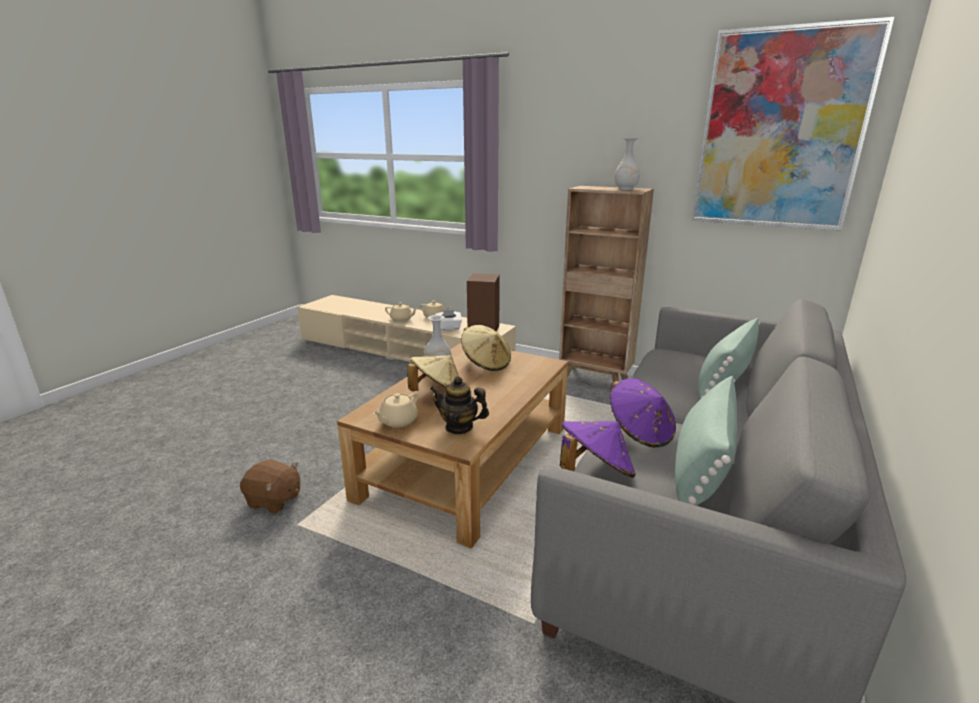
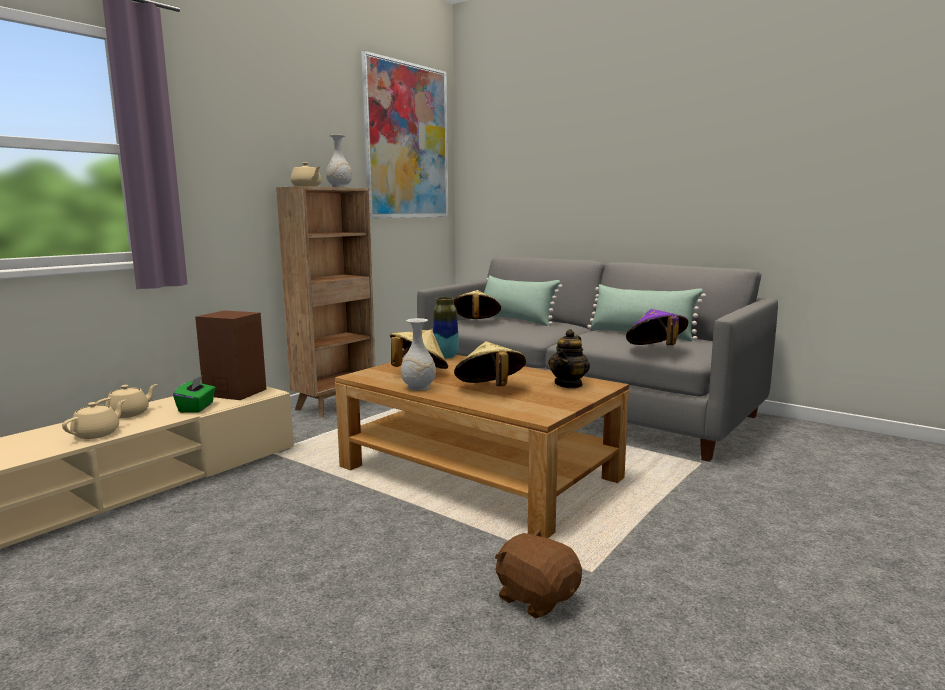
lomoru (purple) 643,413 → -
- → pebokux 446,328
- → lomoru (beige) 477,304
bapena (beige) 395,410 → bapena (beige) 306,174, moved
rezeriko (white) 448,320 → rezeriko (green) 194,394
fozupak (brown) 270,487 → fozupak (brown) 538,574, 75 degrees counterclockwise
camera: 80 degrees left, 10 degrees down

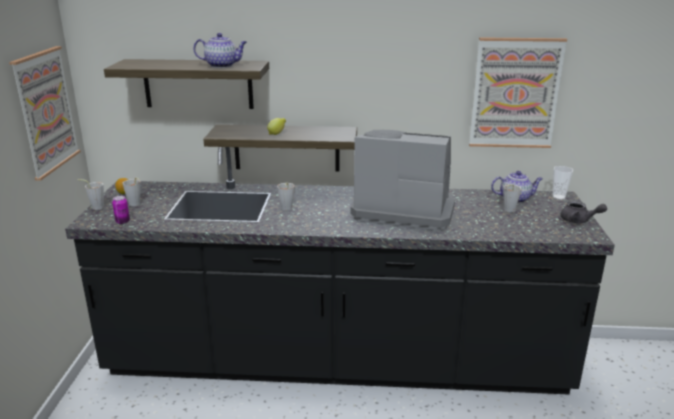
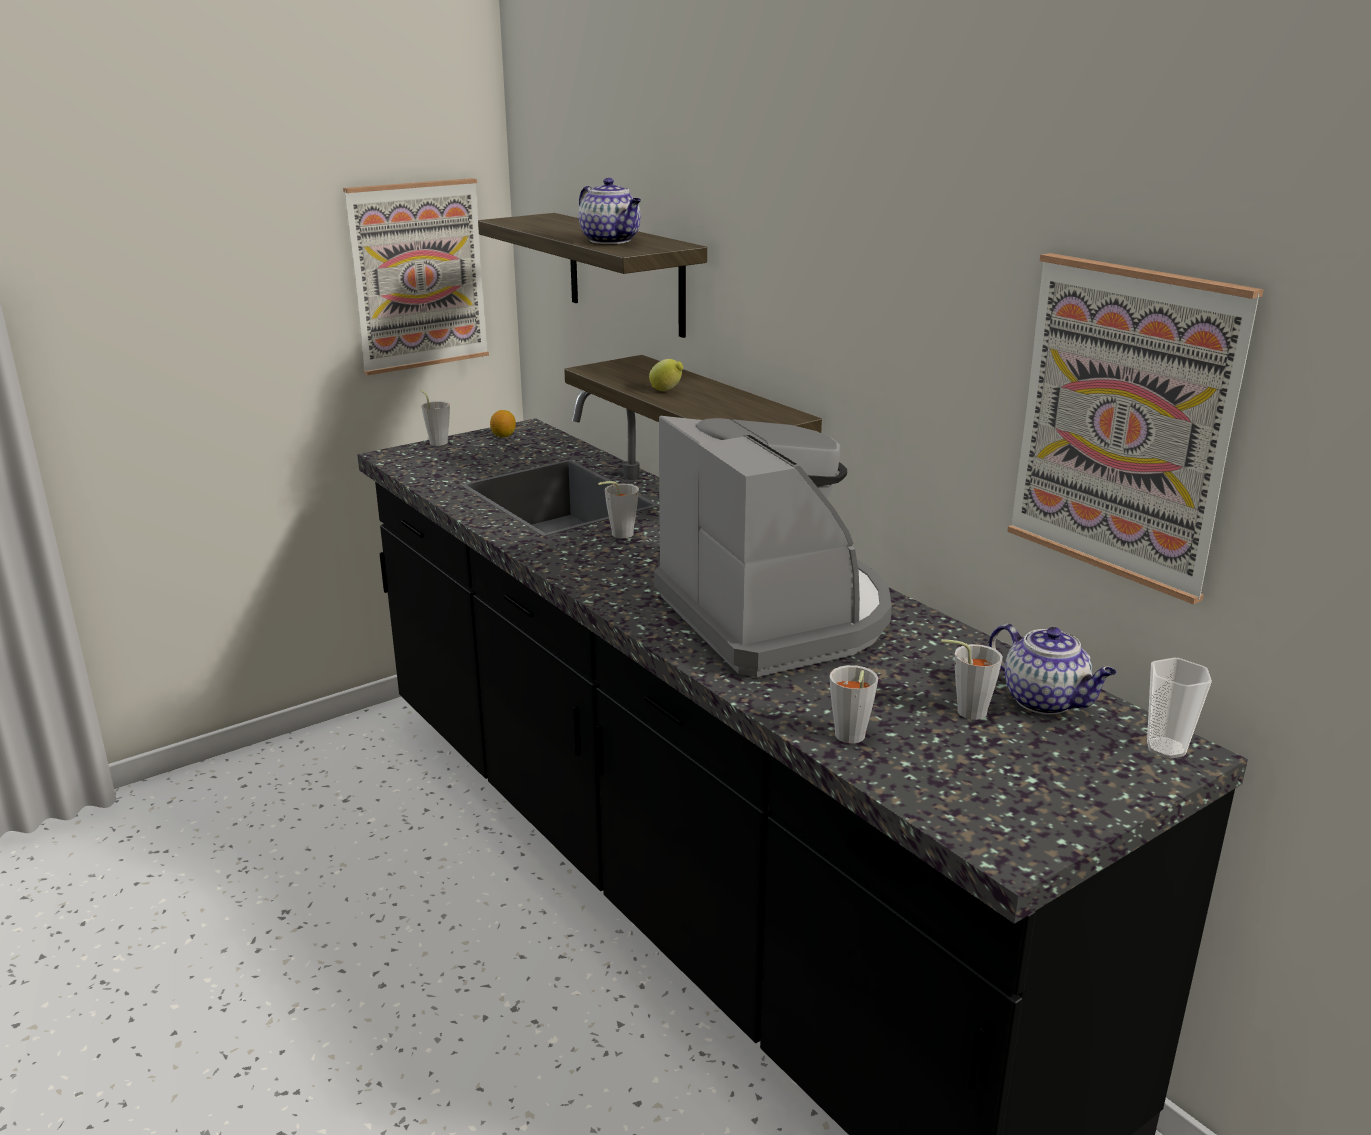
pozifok 121,210 → -
bapena (grey) 583,212 → -
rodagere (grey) 131,192 → rodagere (grey) 853,704, moved
camera: 50 degrees right, 0 degrees up

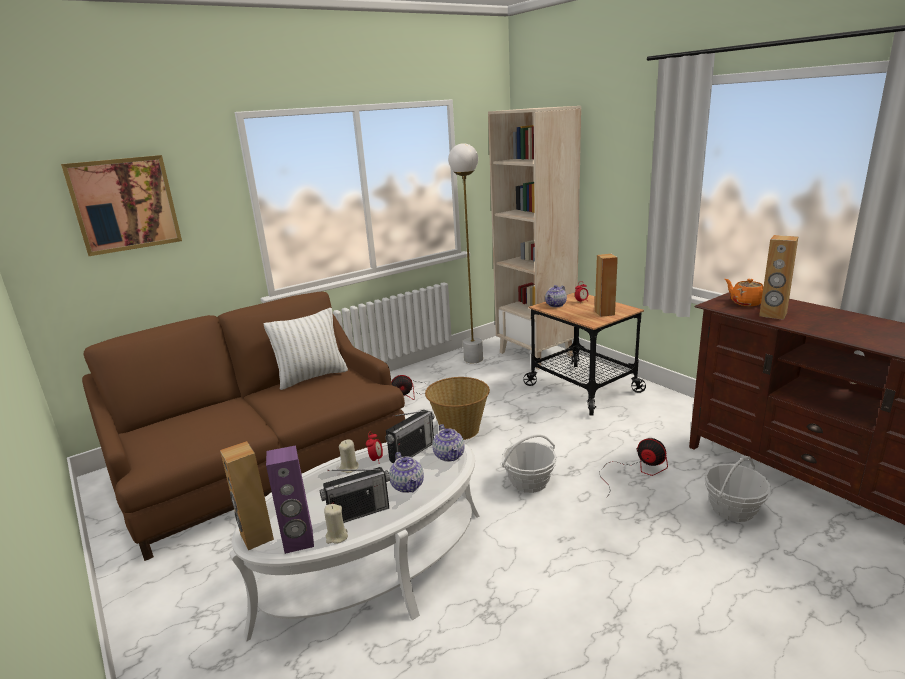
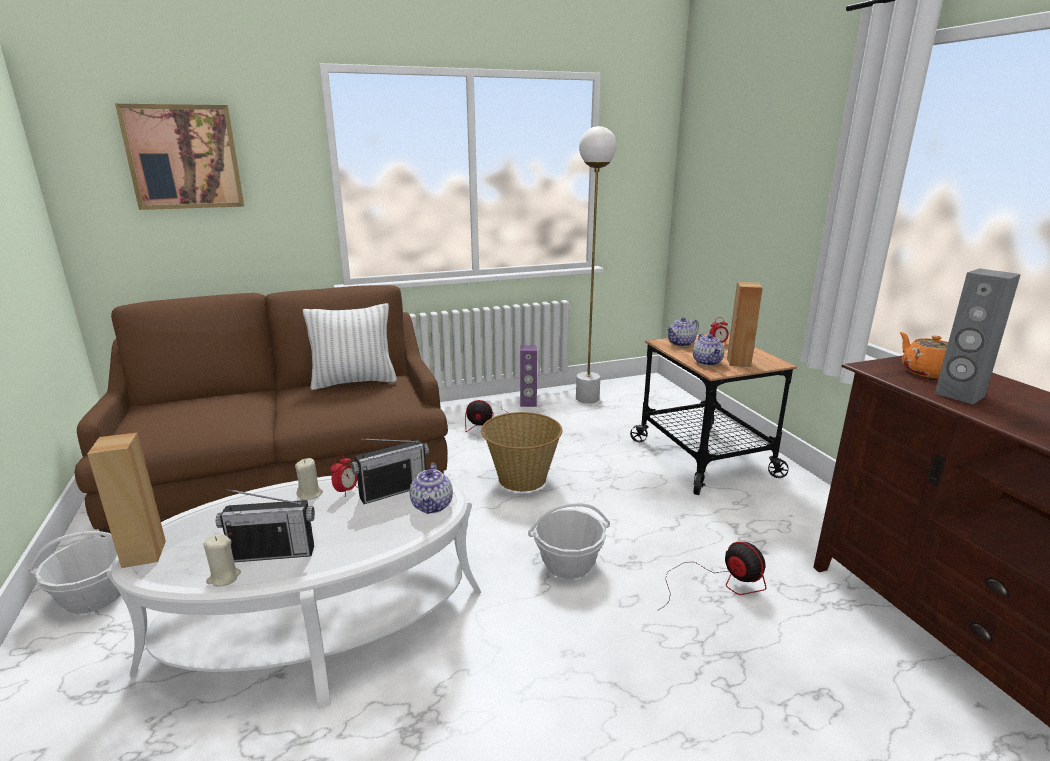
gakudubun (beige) 534,238 → -
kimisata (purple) 290,499 → kimisata (purple) 528,376, moved
bapena 406,472 → bapena 708,350, moved
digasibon 737,489 → digasibon 74,572, moved
kimisata (brown) 778,277 → kimisata (grey) 978,336
camera: 15 degrees right, 0 degrees up

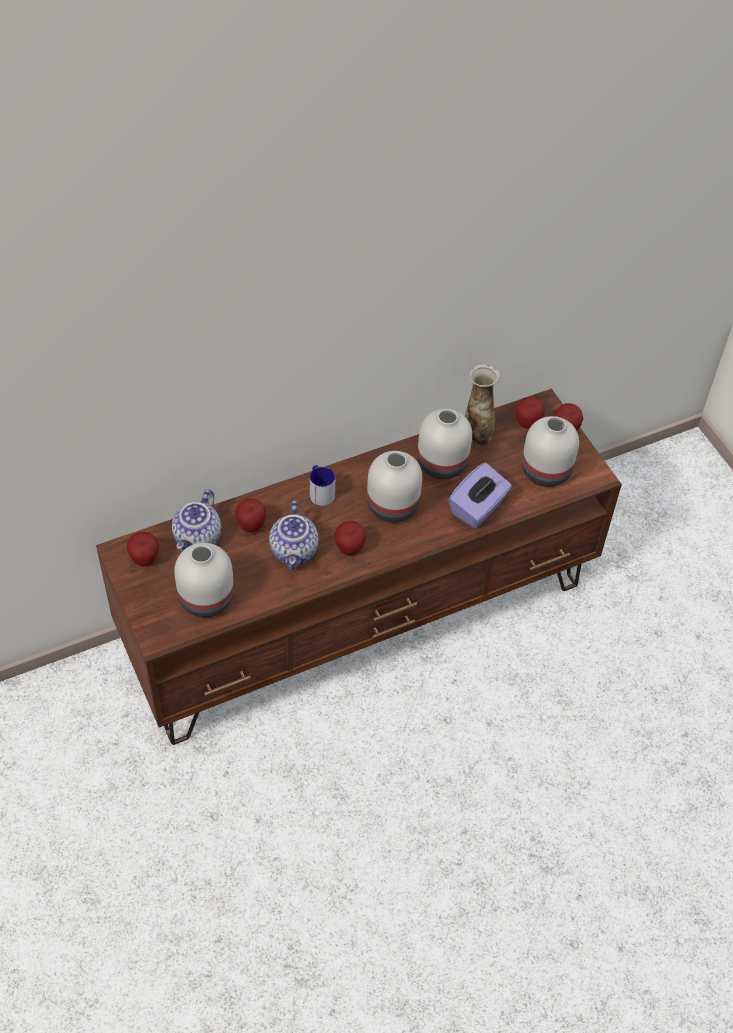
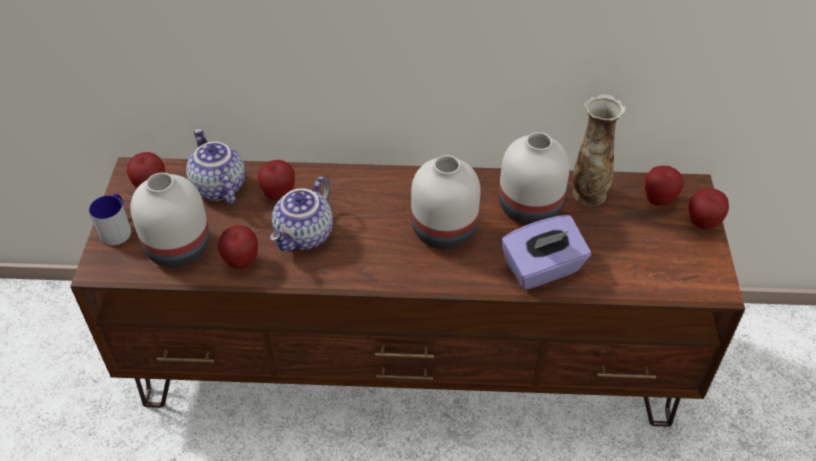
pebokux (white) 550,451 → -
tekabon 322,485 → tekabon 110,220, moved
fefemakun 350,538 → fefemakun 237,247, moved
bapena 196,520 → bapena 215,166, 105 degrees clockwise
camera: 30 degrees right, 5 degrees down

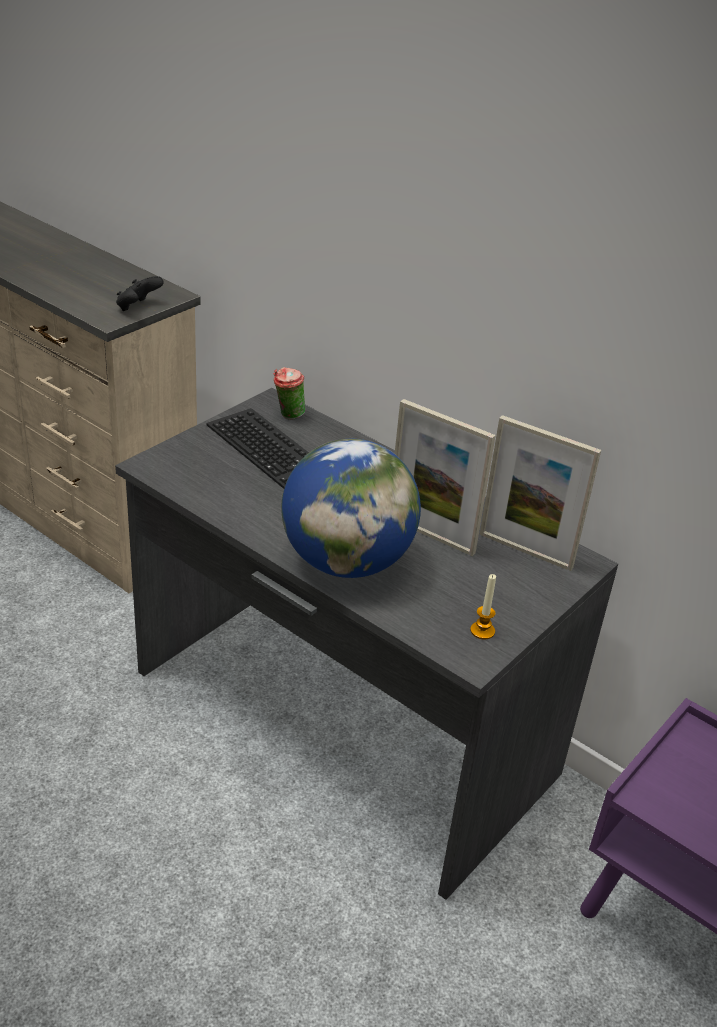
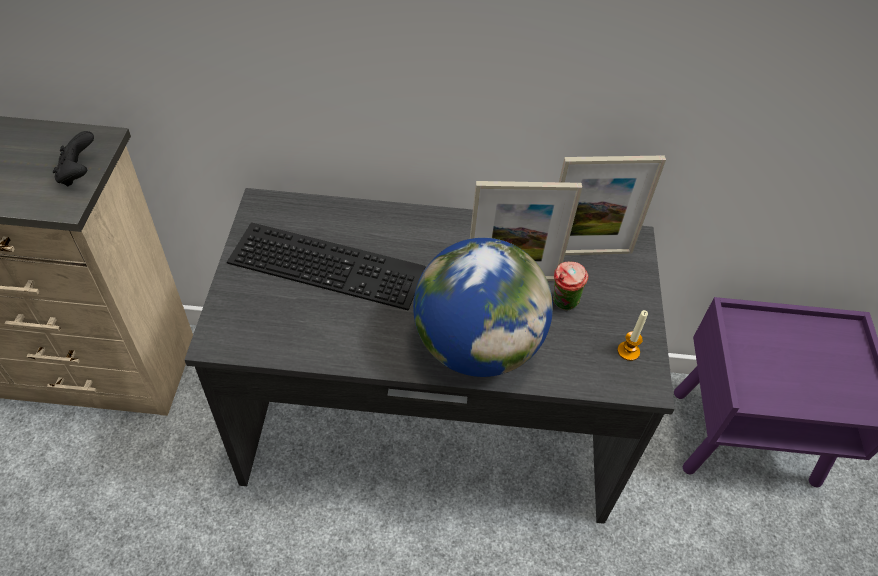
rodagere 289,393 → rodagere 570,286, moved
camera: 35 degrees left, 15 degrees up

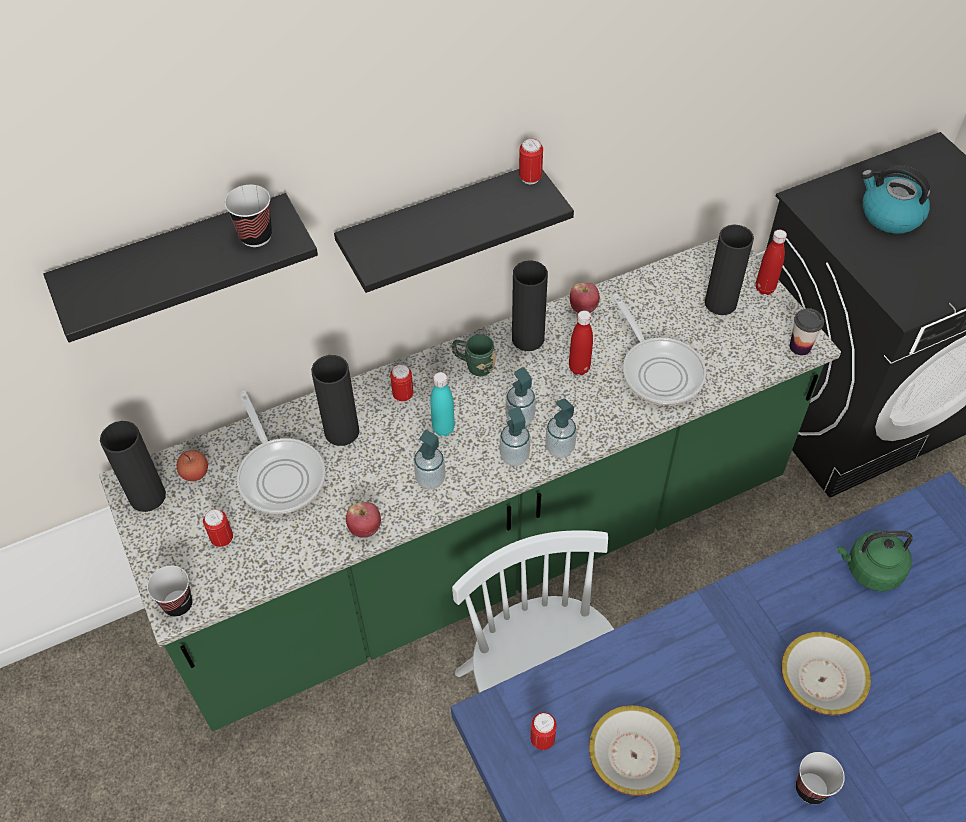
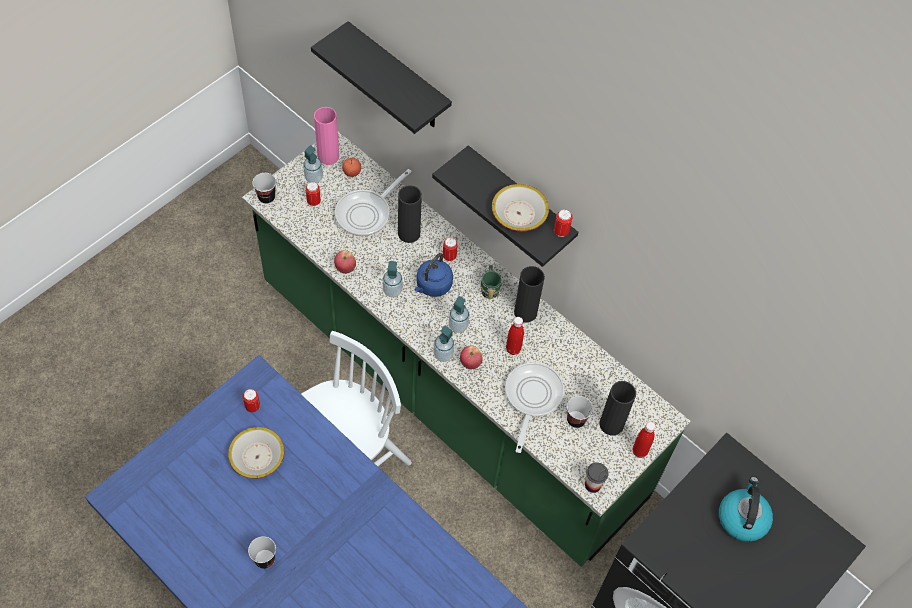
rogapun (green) 875,561 → -
rodagere 248,216 → rodagere 580,412, moved
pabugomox 515,436 → pabugomox 313,164, moved
fefemakun 585,298 → fefemakun 471,357, moved
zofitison 826,673 → zofitison 520,207, moved
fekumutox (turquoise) 442,404 → rogapun (blue) 433,275
pebokux (black) 133,466 → pebokux (pink) 326,136
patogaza 659,349 → patogaza 535,407, 150 degrees clockwise
camera: 65 degrees right, 5 degrees up

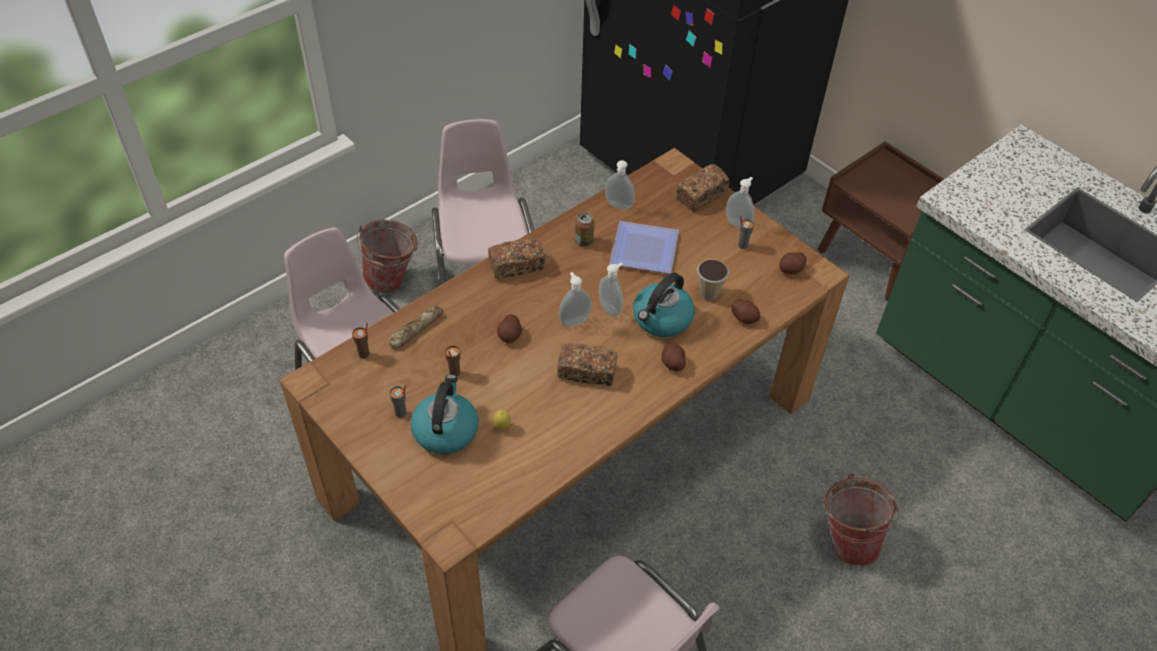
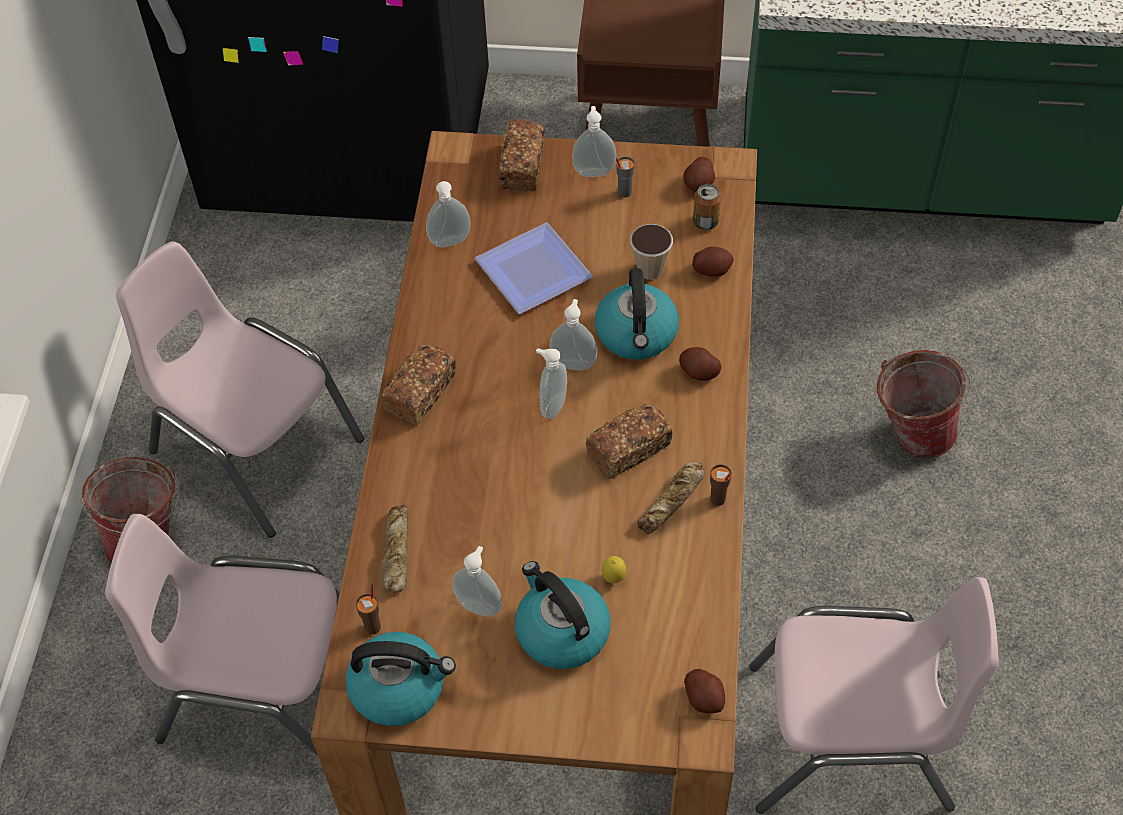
rodagere (grey) 397,401 → -
- → rogapun 401,679
- → pabugomox 477,581
- → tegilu 670,498
rodagere (brown) 452,360 → rodagere (brown) 721,485, moved
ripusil 509,328 → ripusil 704,691, moved
pozifok 585,229 → pozifok 707,207, moved
camera: 40 degrees left, 5 degrees up

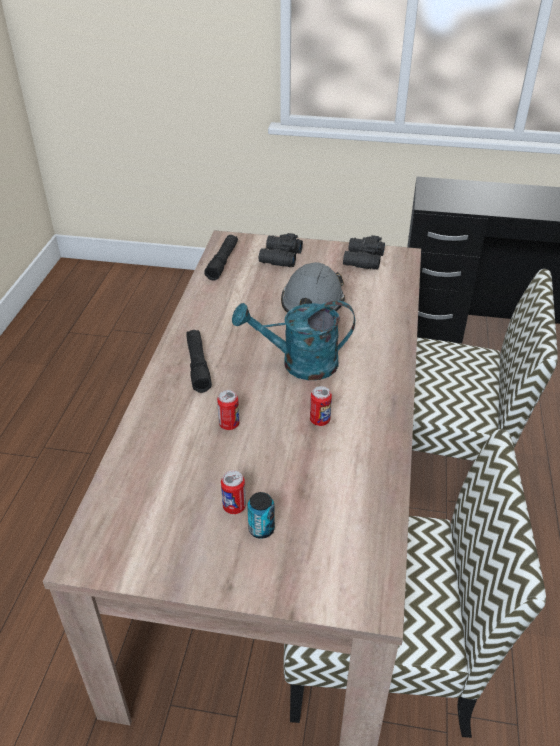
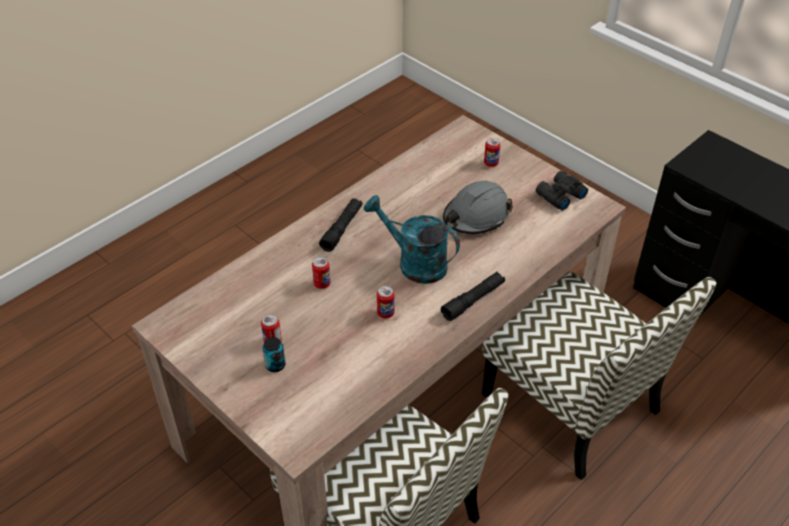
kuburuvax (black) 221,258 → kuburuvax (black) 473,296, moved
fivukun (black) 281,250 → pozifok 492,152
camera: 35 degrees right, 5 degrees up

